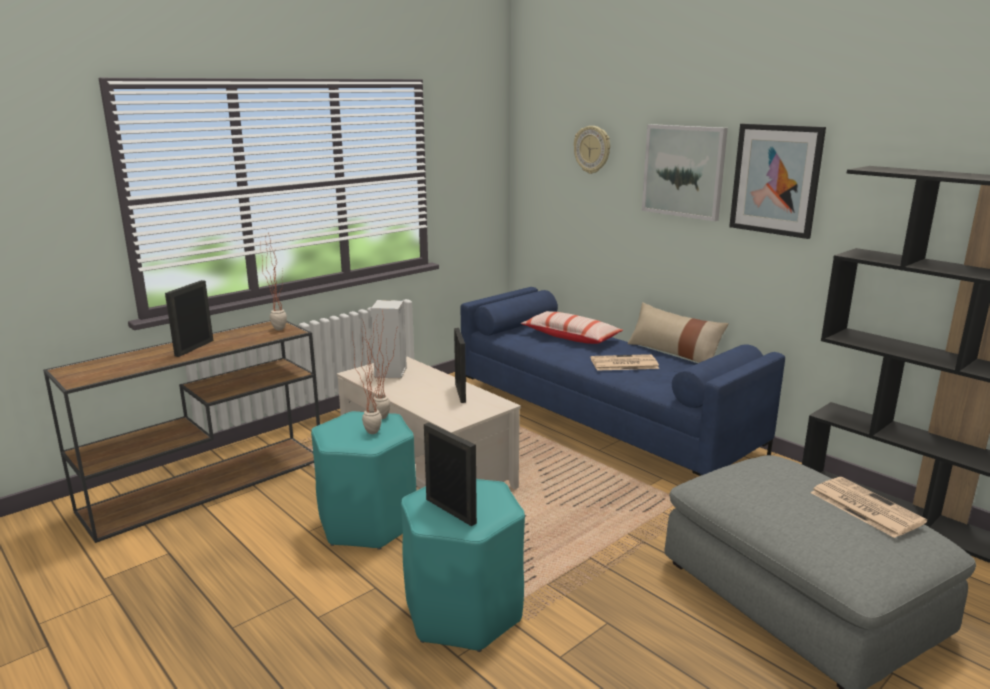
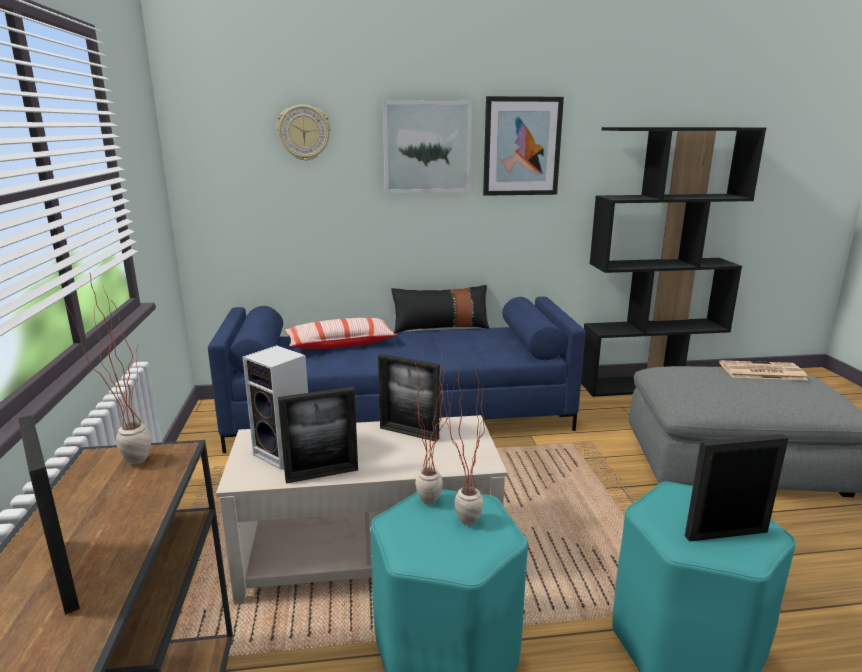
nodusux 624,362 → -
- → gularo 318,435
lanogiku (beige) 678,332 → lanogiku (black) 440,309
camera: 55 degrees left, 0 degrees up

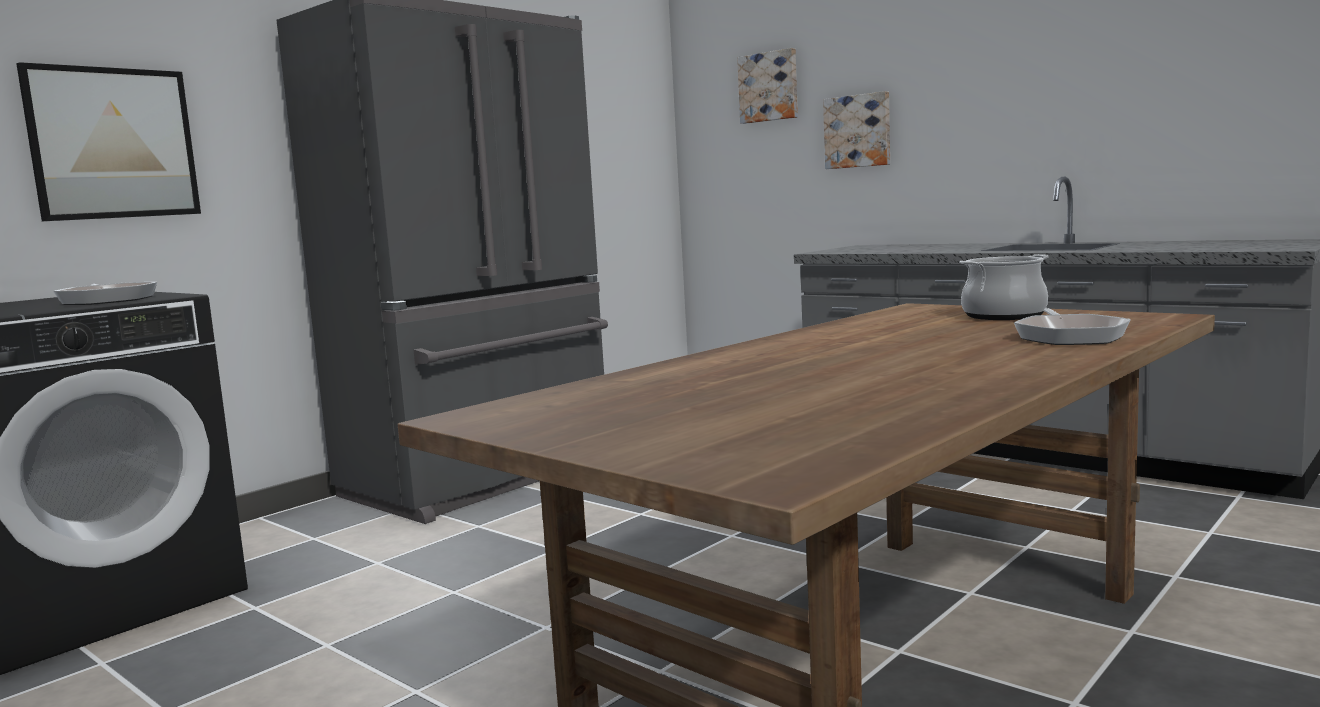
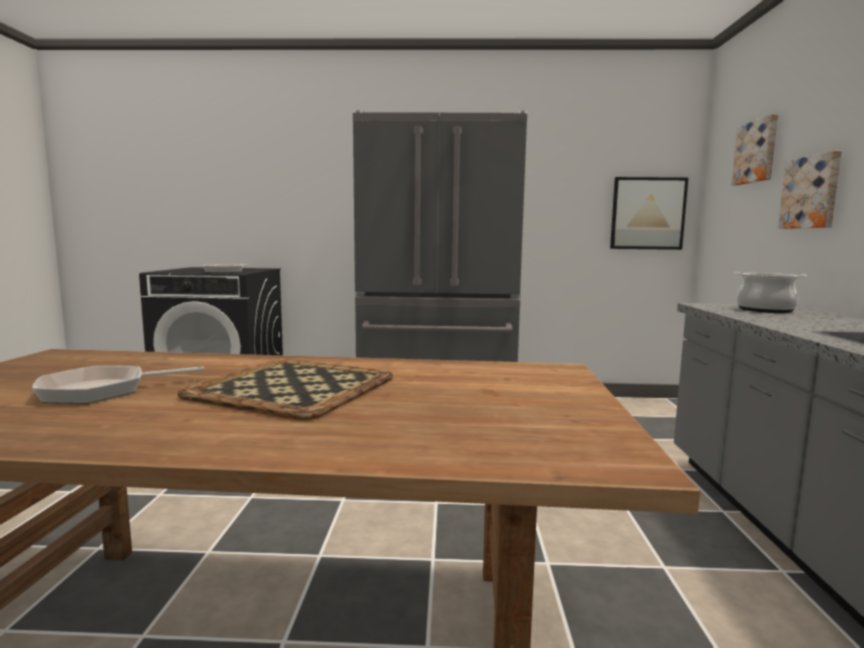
- → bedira 285,389
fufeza 108,141 → fufeza 649,213, moved
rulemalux 1004,287 → rulemalux 771,292, moved
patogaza 1072,326 → patogaza 118,385, moved
camera: 50 degrees right, 0 degrees up

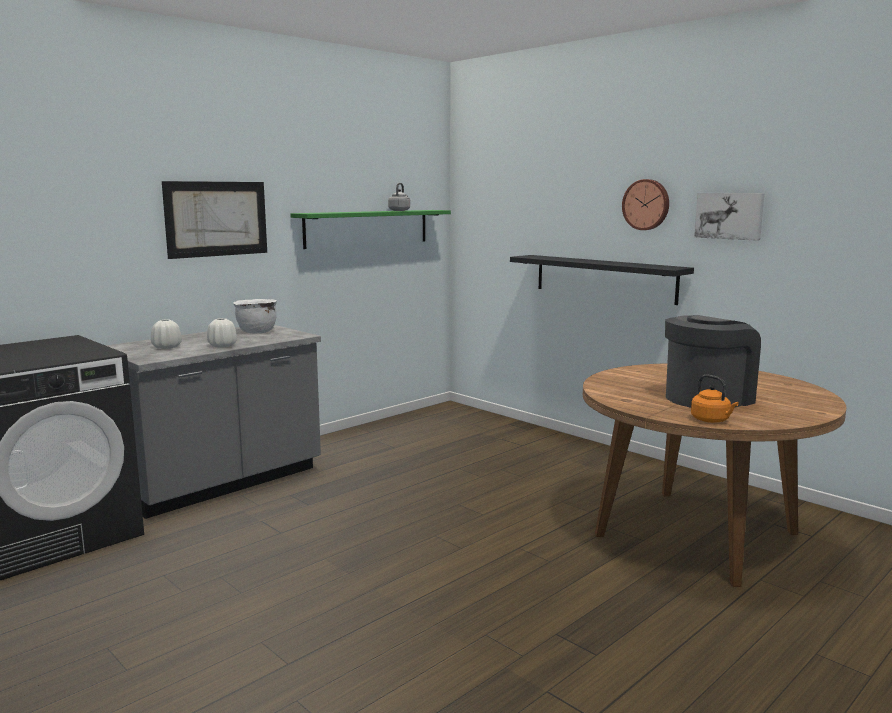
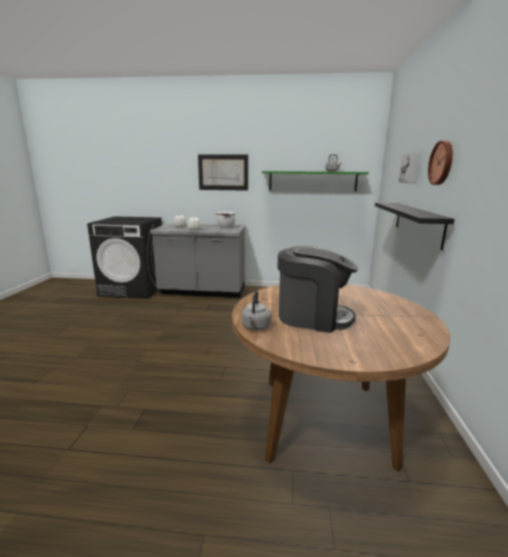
fufeza 729,217 → fufeza 409,168, moved
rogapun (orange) 715,399 → rogapun (grey) 256,310
camera: 50 degrees right, 5 degrees up

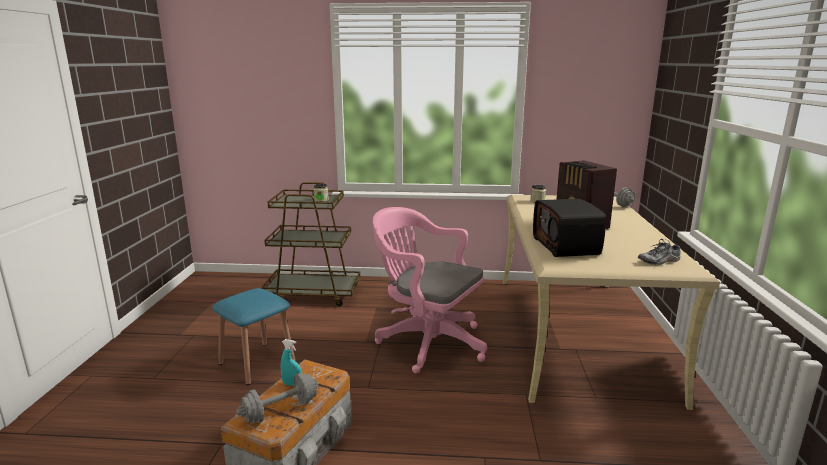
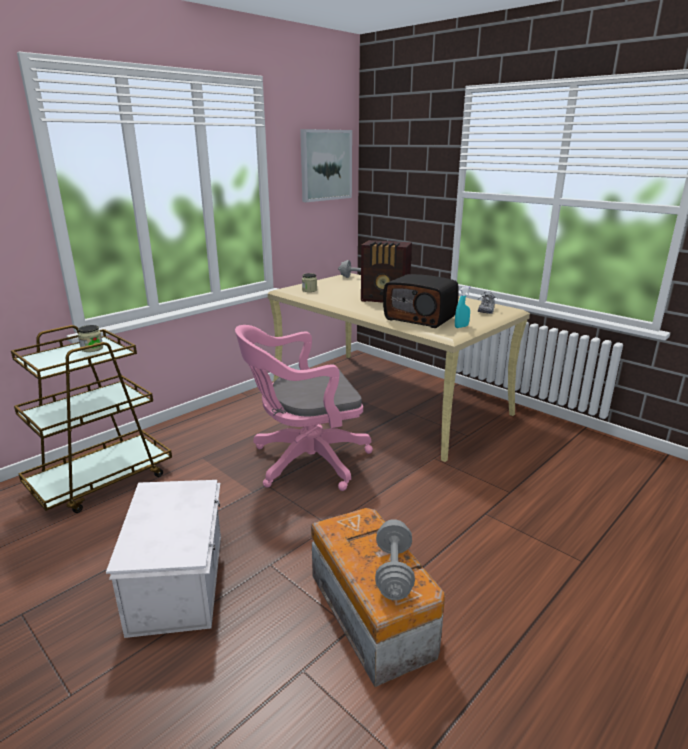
- → fufeza 326,165
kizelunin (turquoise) 291,362 → kizelunin (turquoise) 463,307, moved
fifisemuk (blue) 253,336 → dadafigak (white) 163,559
camera: 50 degrees left, 5 degrees up

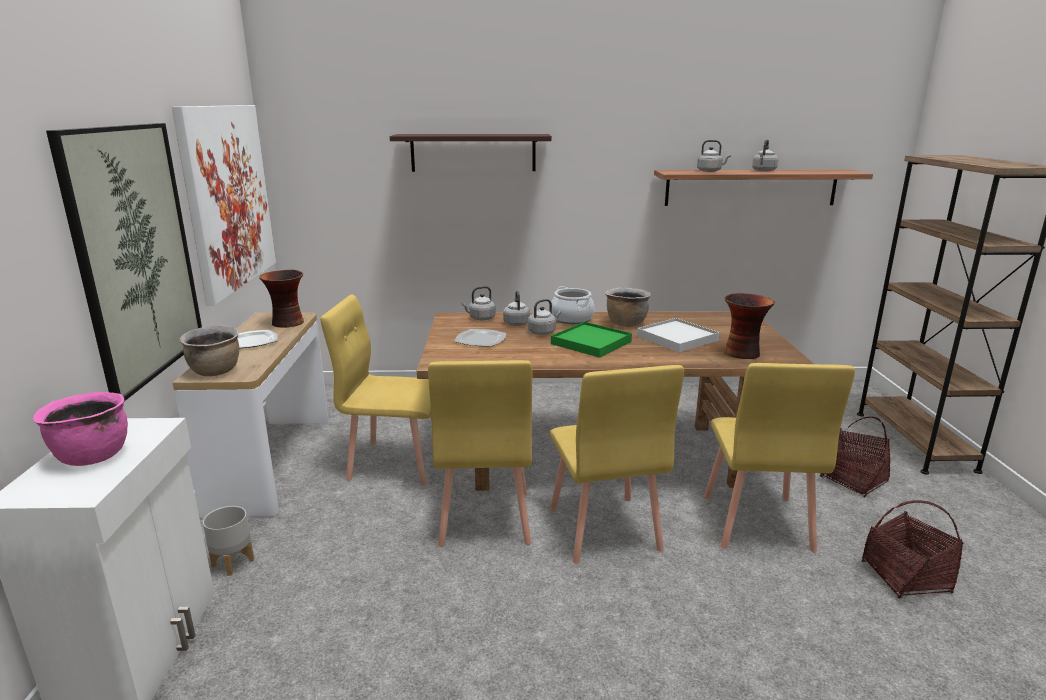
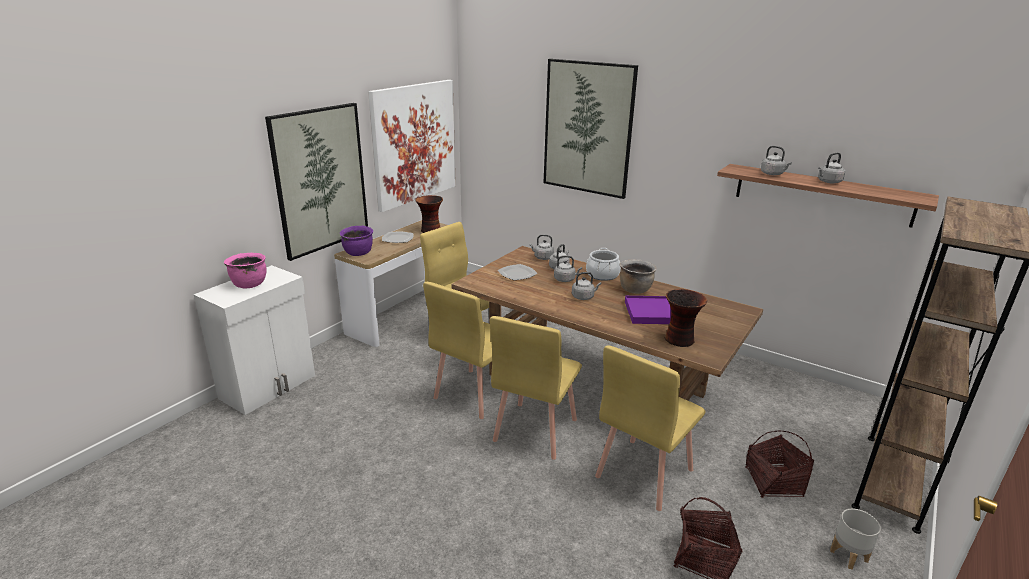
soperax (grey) 228,541 → soperax (grey) 855,539, moved
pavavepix 471,153 → fufeza 591,129
bedira (green) 591,340 → rogapun (grey) 586,286
rulemalux (brown) 209,351 → rulemalux (purple) 356,241
bedira (white) 678,335 → bedira (purple) 648,310
camera: 35 degrees right, 5 degrees up

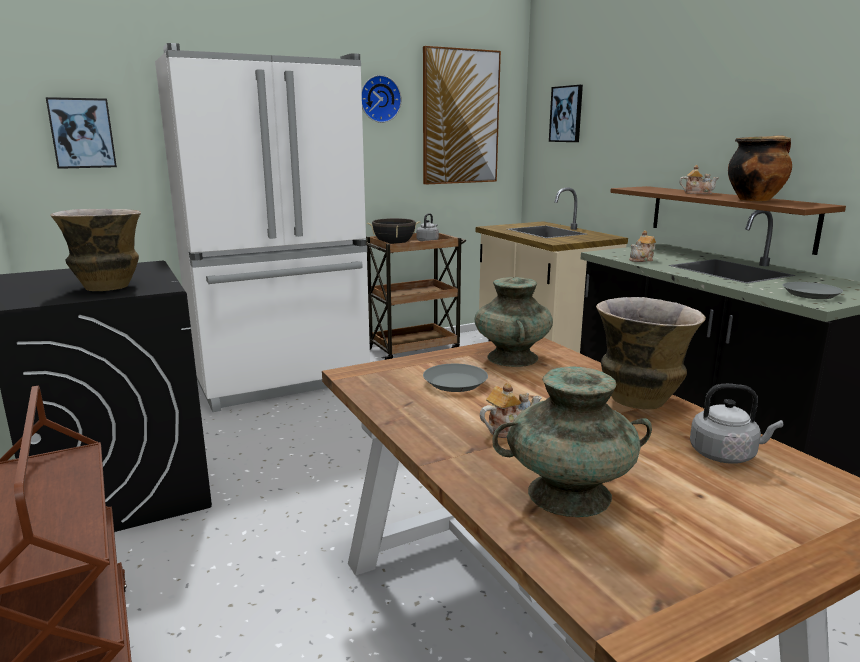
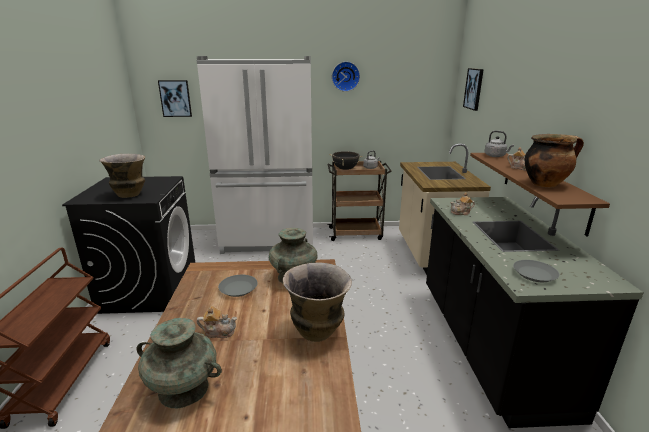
fufeza 462,115 → -
rogapun (grey) 736,424 → rogapun (grey) 499,144, moved
camera: 25 degrees right, 5 degrees up

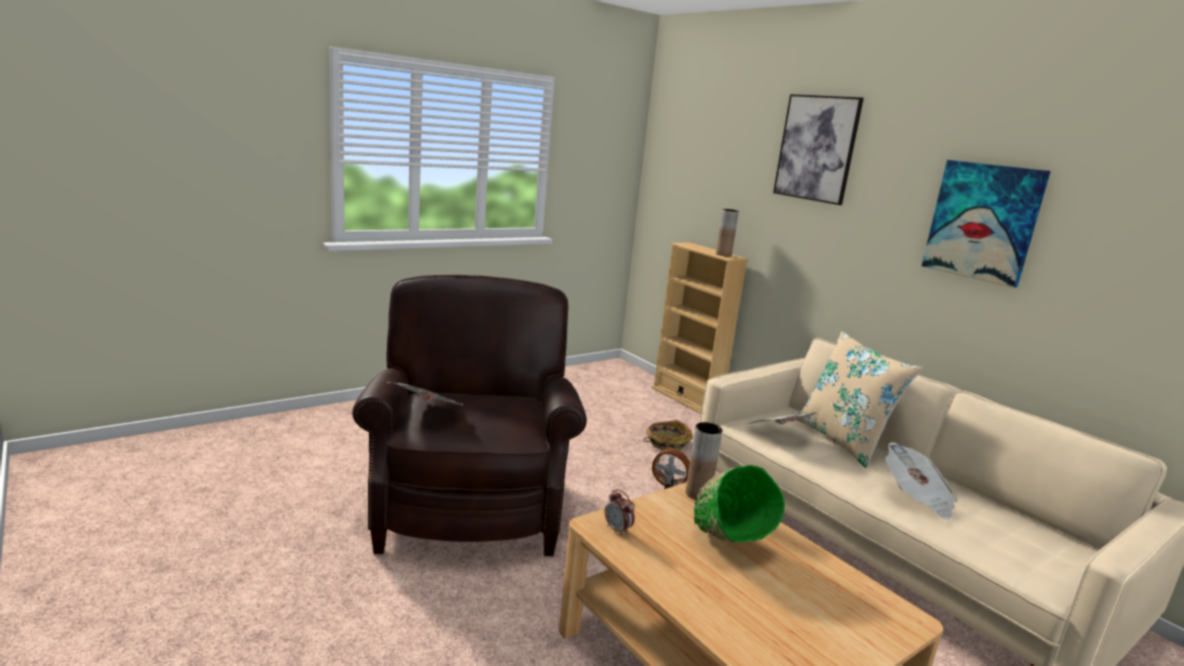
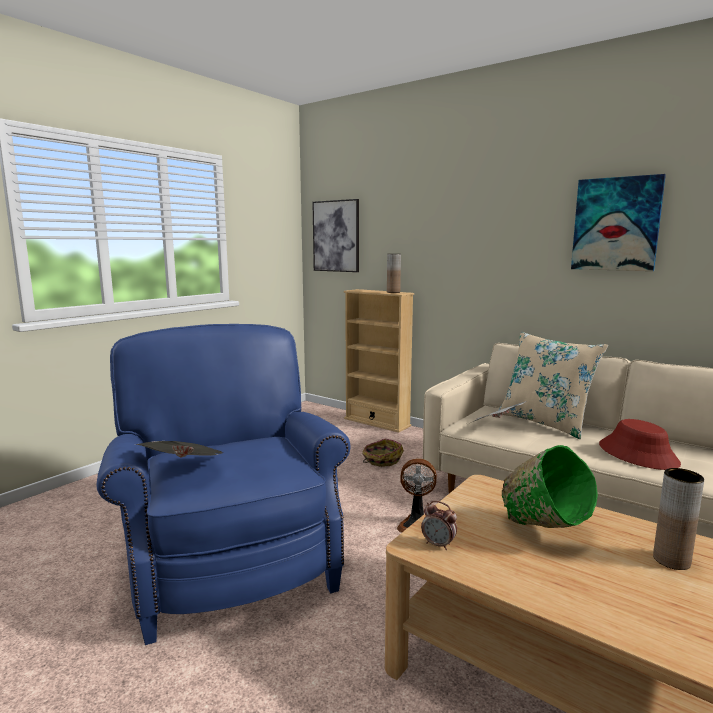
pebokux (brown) 704,461 → pebokux (brown) 678,519, moved
fufeza 818,149 → fufeza 335,235, moved
nodusux 921,481 → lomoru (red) 640,444
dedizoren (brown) 469,415 → dedizoren (blue) 223,484
camera: 15 degrees left, 5 degrees down

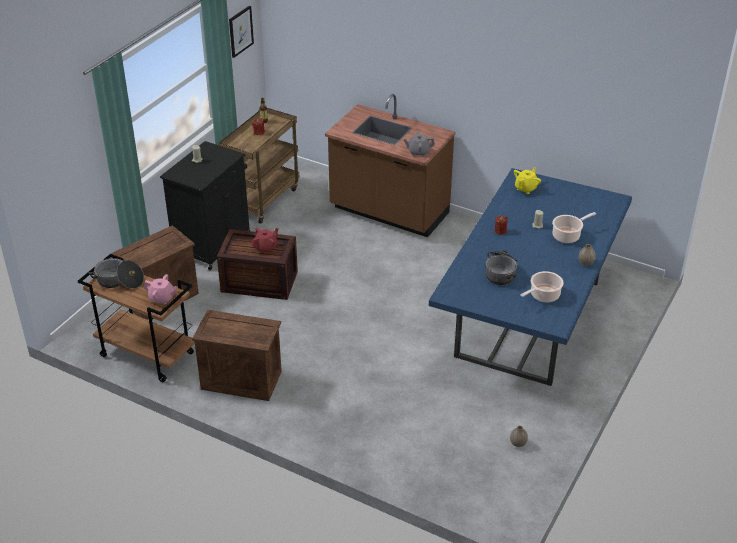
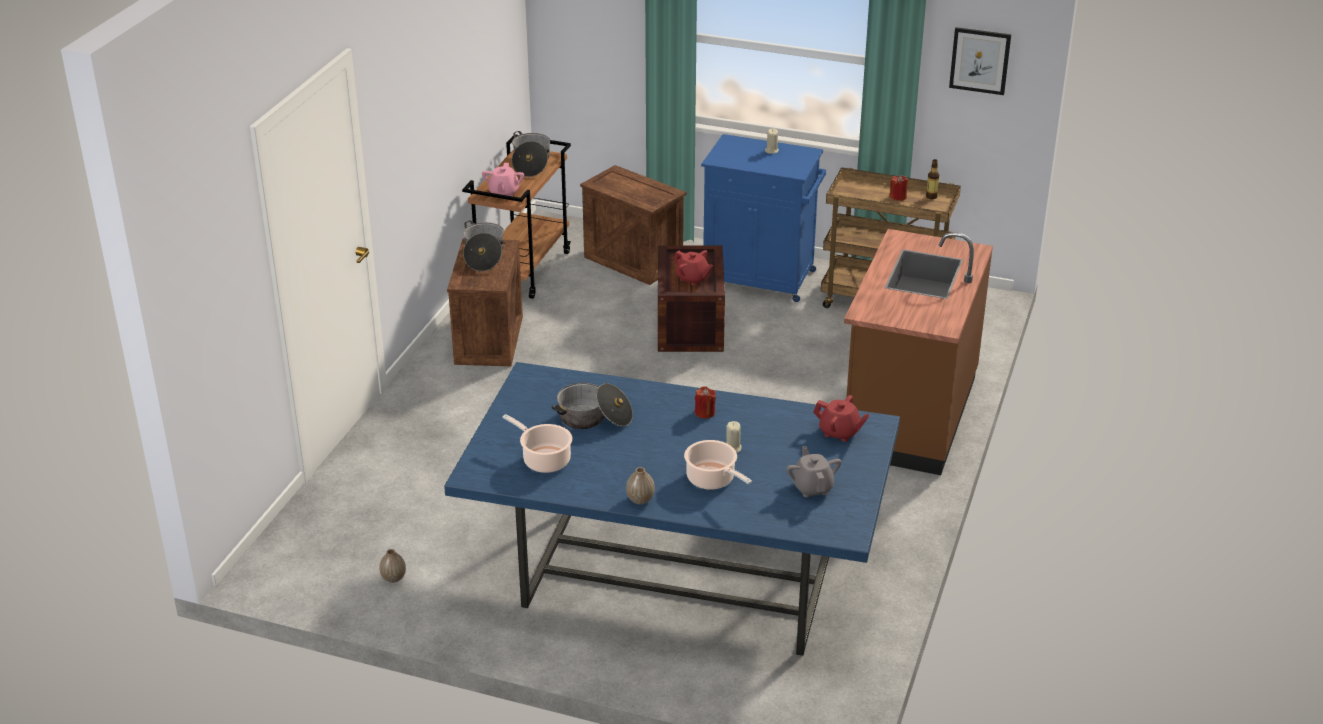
- → rulemalux 483,246
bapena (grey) 419,143 → bapena (grey) 813,471, moved
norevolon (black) 205,205 → norevolon (blue) 763,218
bapena (yellow) 527,180 → bapena (red) 841,418
camera: 80 degrees right, 5 degrees down

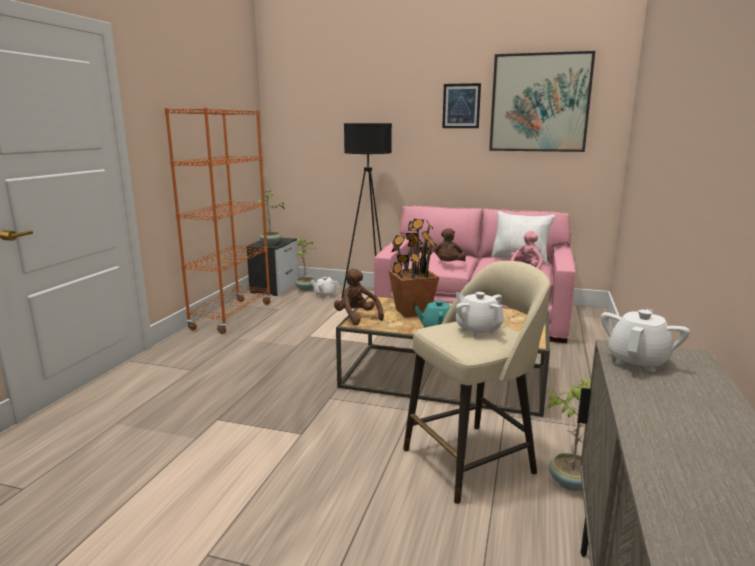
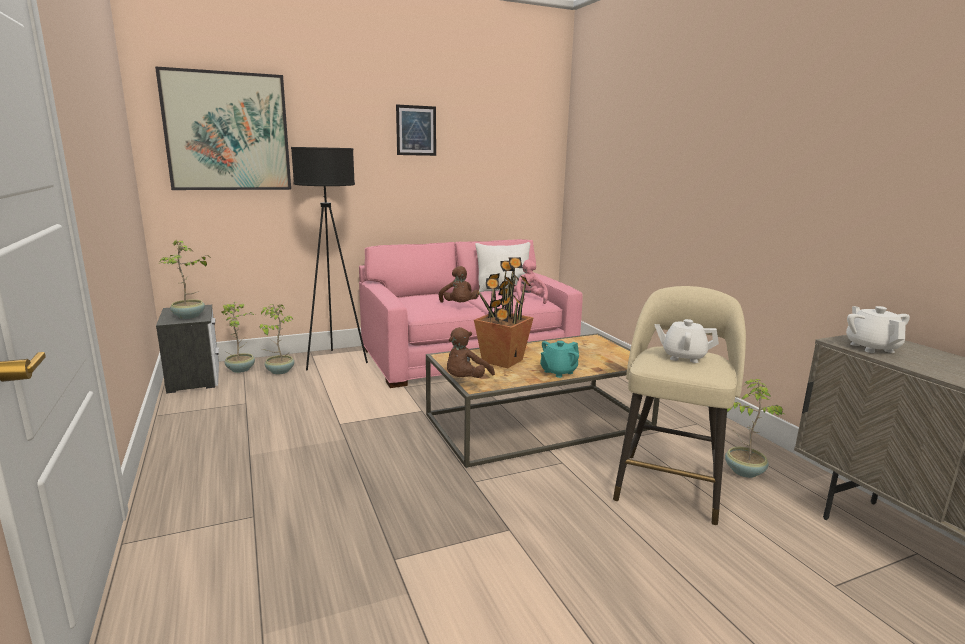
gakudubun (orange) 217,221 → -
fufeza 542,101 → fufeza 223,128, moved
bapena (white) 324,287 → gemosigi 277,339
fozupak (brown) 359,297 → fozupak (brown) 471,352, 75 degrees counterclockwise
camera: 40 degrees left, 0 degrees up

